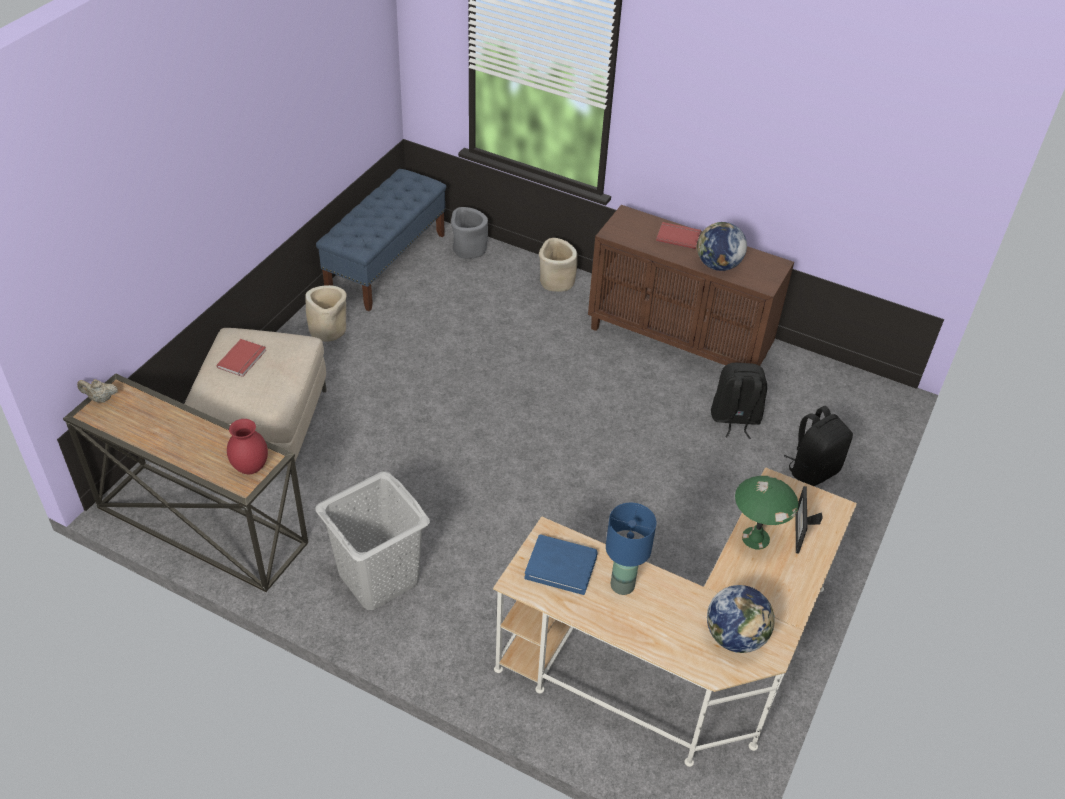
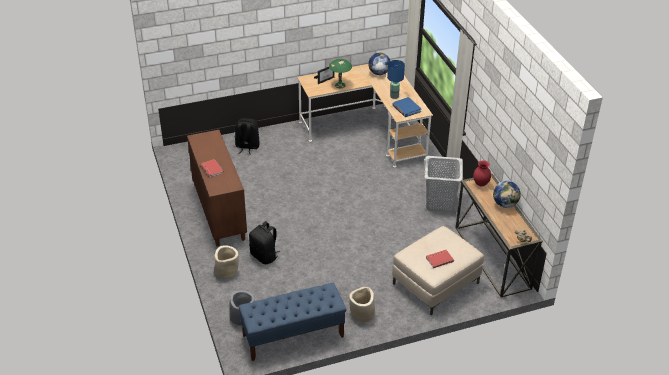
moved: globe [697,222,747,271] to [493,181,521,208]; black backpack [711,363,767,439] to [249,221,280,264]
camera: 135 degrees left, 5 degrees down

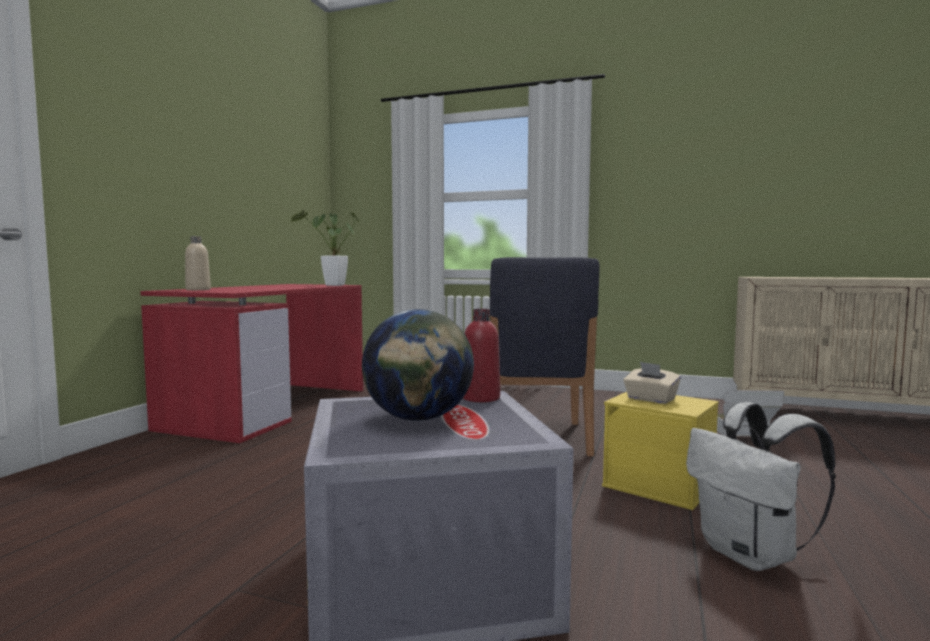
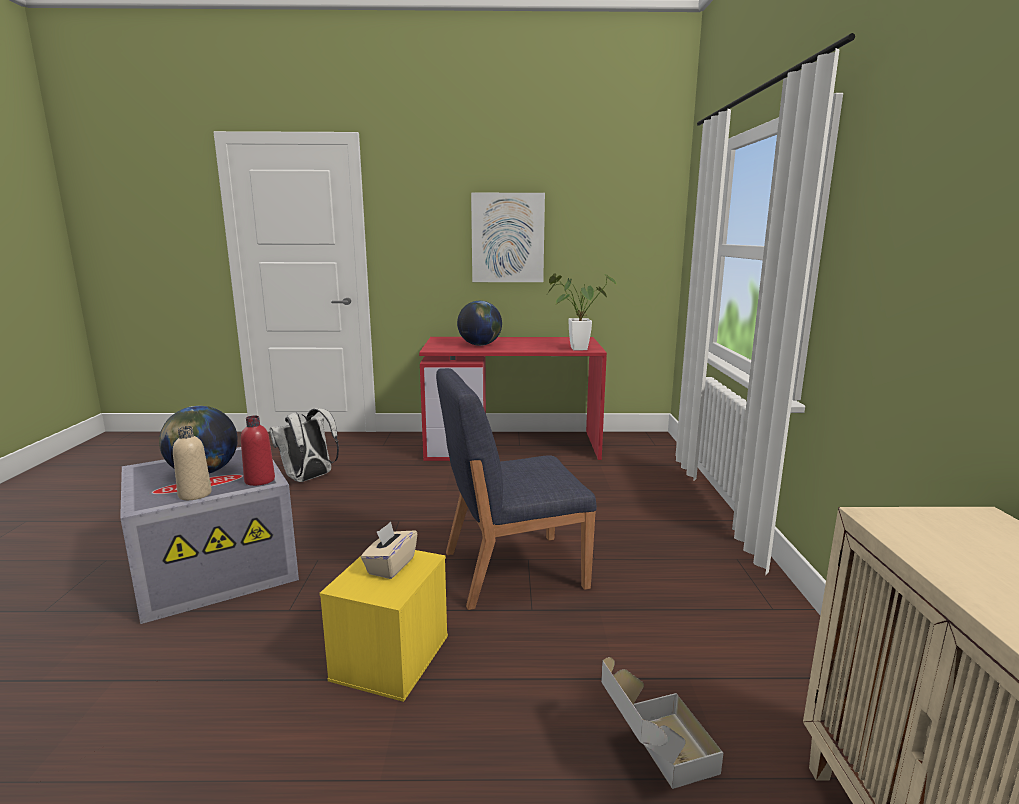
added: globe [457,301,502,346]; picture [471,193,545,282]
moved: beige bottle [185,236,211,290] to [173,426,212,500]; white backpack [686,402,836,571] to [270,408,339,482]
camera: 70 degrees right, 10 degrees up

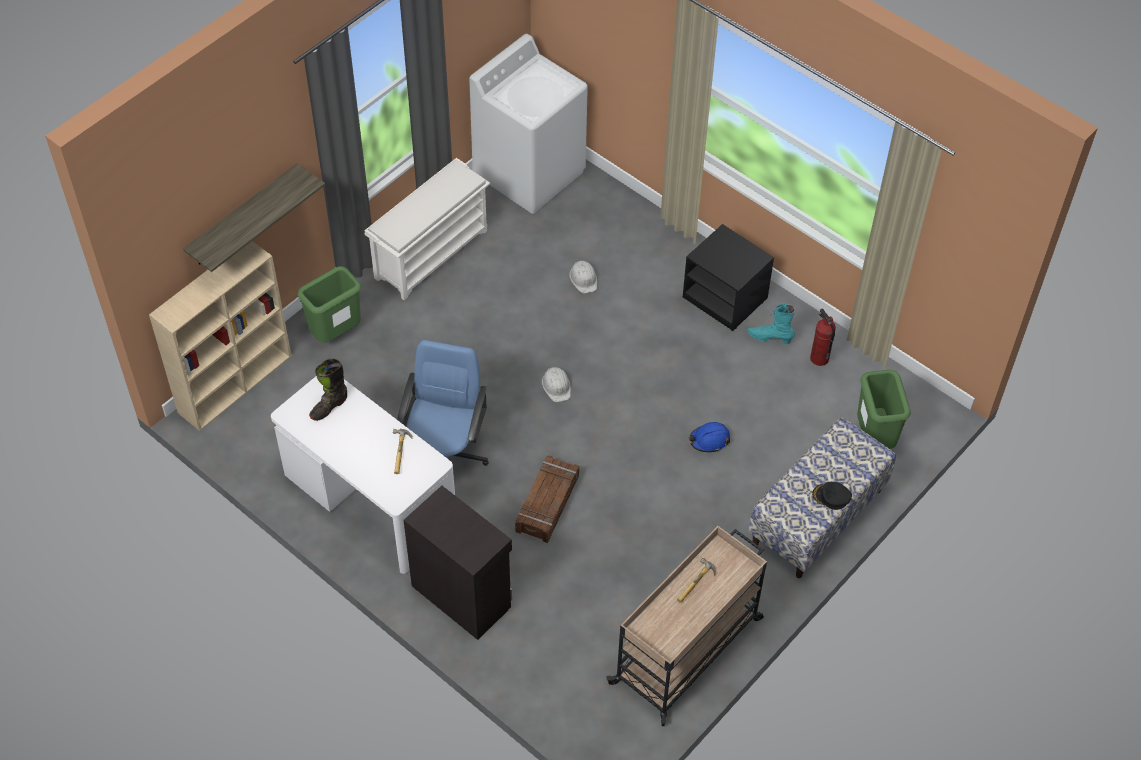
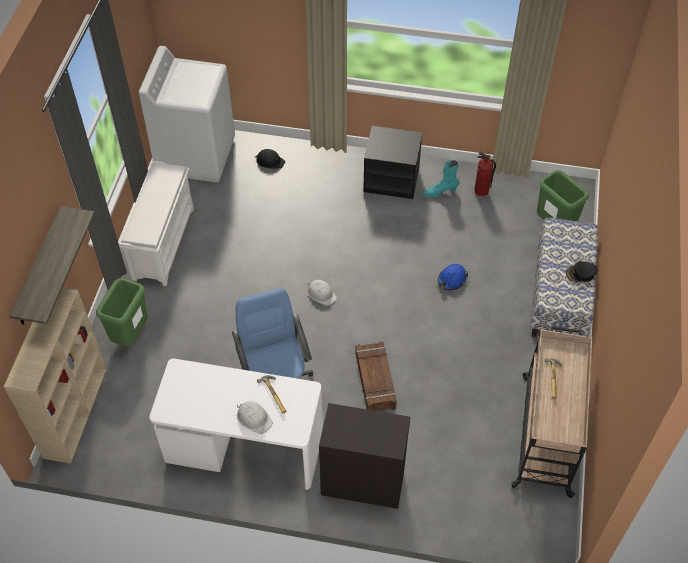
removed: black boot [309,358,347,421]
added: black hard hat [255,149,285,169]
moved: white hard hat [569,261,597,294] to [237,401,273,434]
camera: 30 degrees left, 0 degrees up

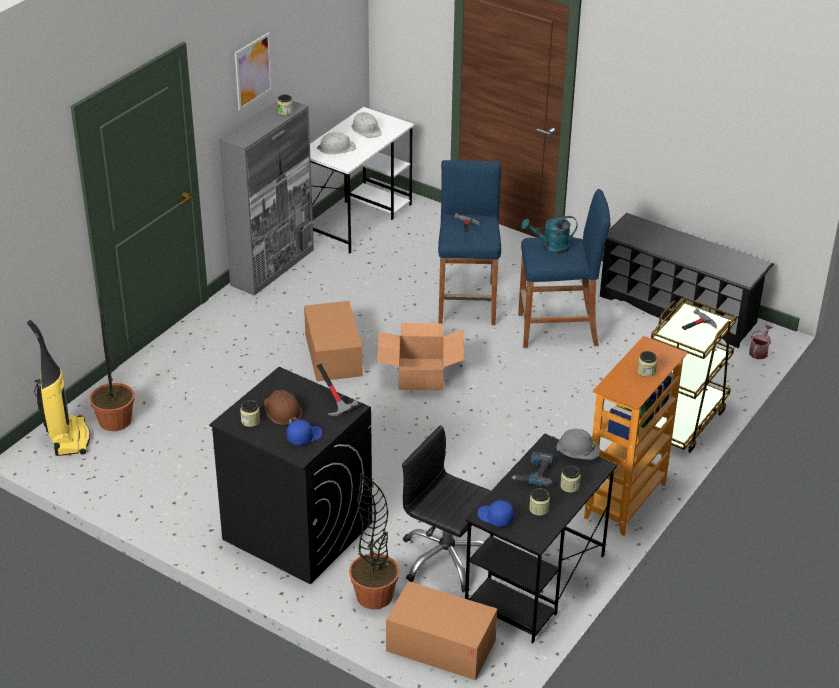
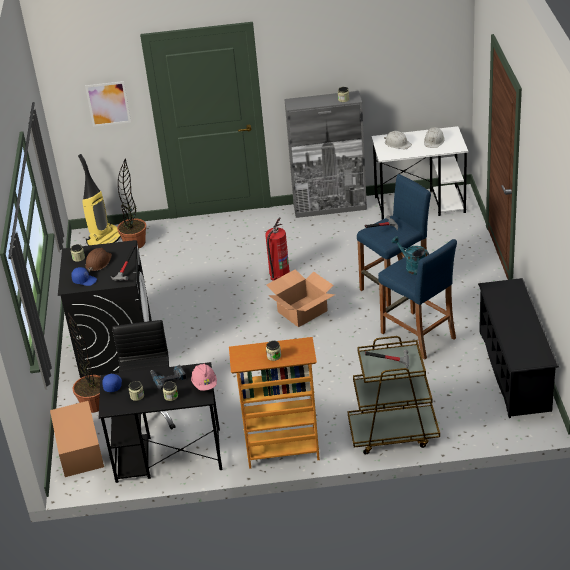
removed: watering can [749,325,773,359]
moved: picture [235,33,272,110] to [85,81,131,127]
replaced: cardboard box [304,301,363,382] to fire extinguisher [265,217,290,281]
recoloured: grey hard hat [556,429,600,460] to pink hard hat [191,364,217,391]
camera: 55 degrees right, 0 degrees up

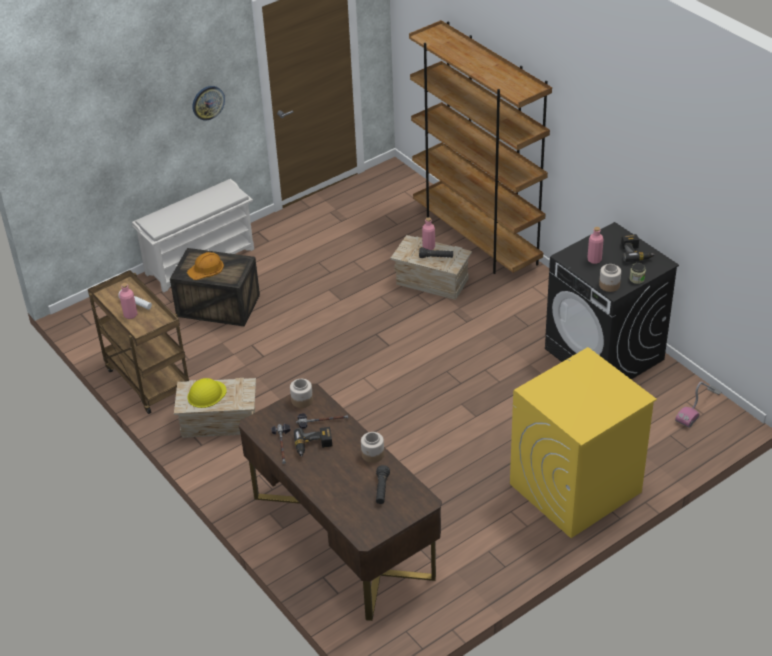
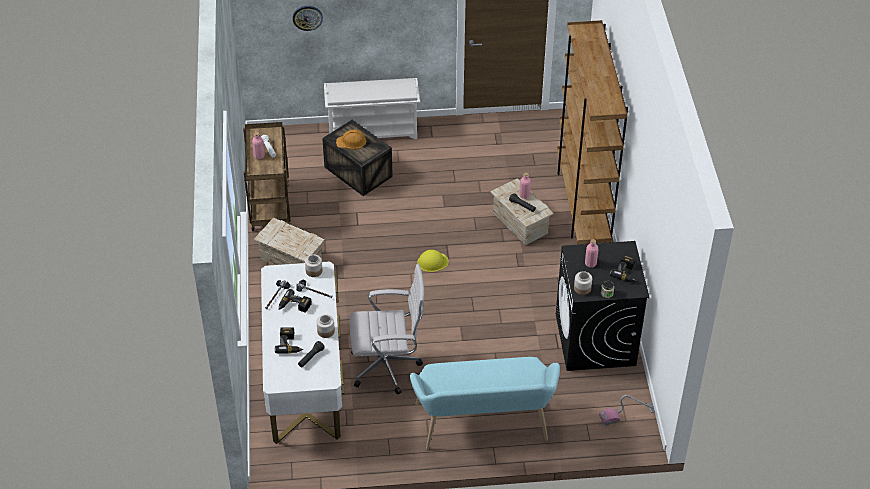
added: power drill [275,327,304,354]; white office chair [350,264,424,395]
moved: yellow hard hat [187,378,227,408] to [417,250,449,272]; wall clock [192,86,225,120] to [293,6,323,31]
replaced: yellow washing machine [510,347,657,538] to turquoise bench [410,357,560,450]
recoloured: brown desk [239,384,442,621] to white desk [261,262,344,444]
camera: 30 degrees right, 5 degrees up

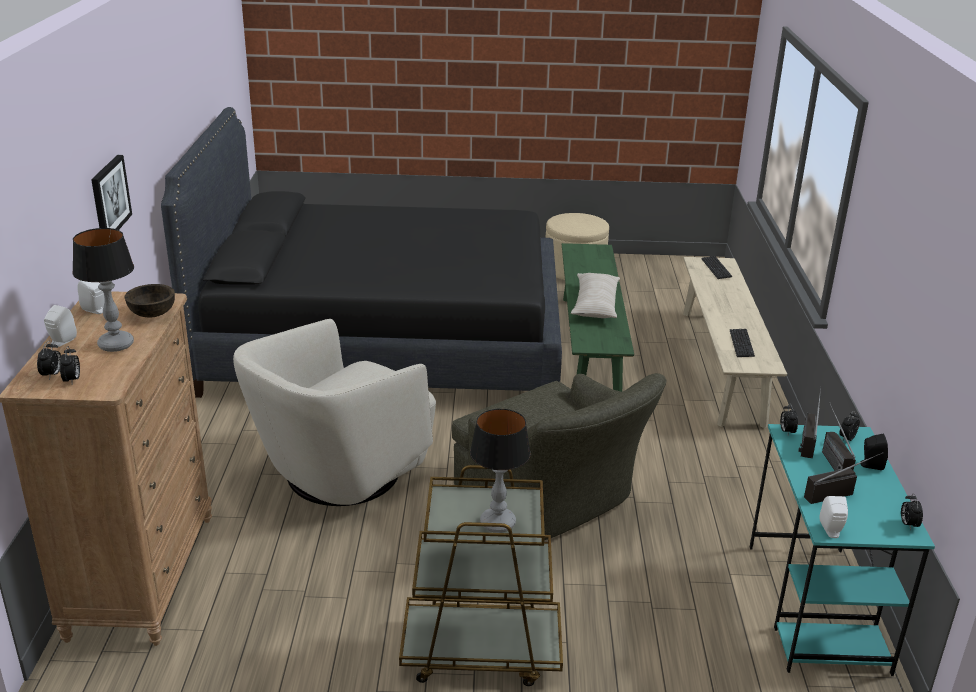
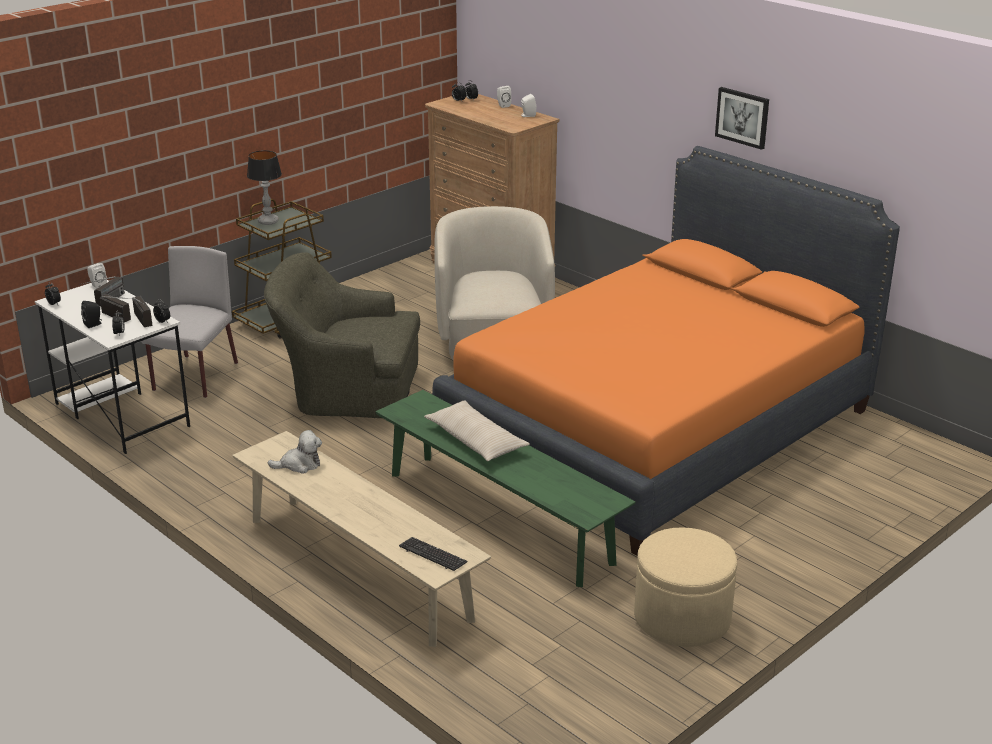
removed: table lamp [72,228,134,352]; brown bowl [125,284,175,318]
added: grey chair [141,246,238,398]
moved: picture [91,155,132,230] to [715,87,769,150]
replaced: keyboard [730,329,755,357] to plush toy [268,430,322,474]
recoloured: black bed [161,107,562,398] to orange bed [432,146,900,556]; turquoise desk [749,424,935,676] to white desk [35,280,190,454]
camera: 135 degrees right, 0 degrees up

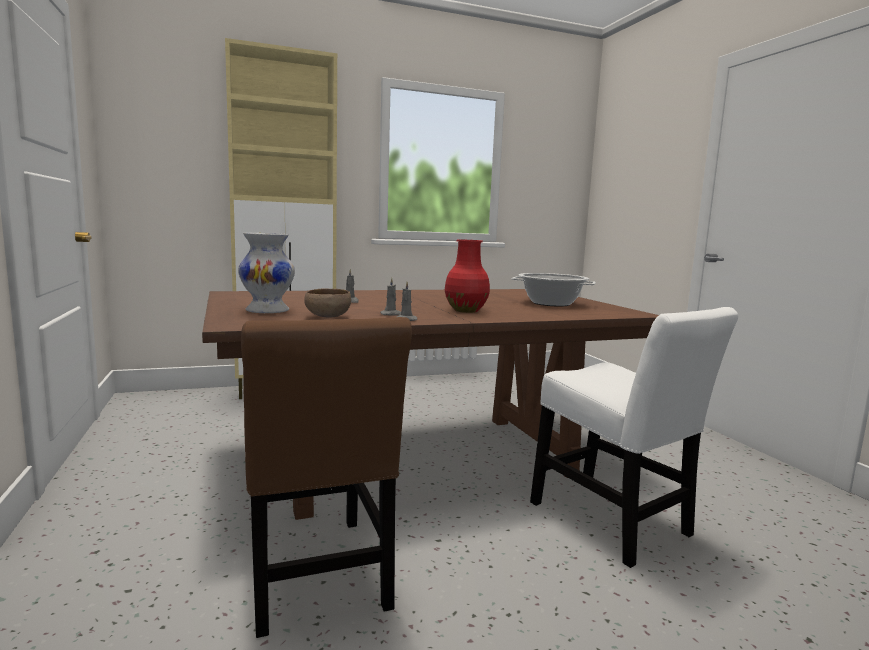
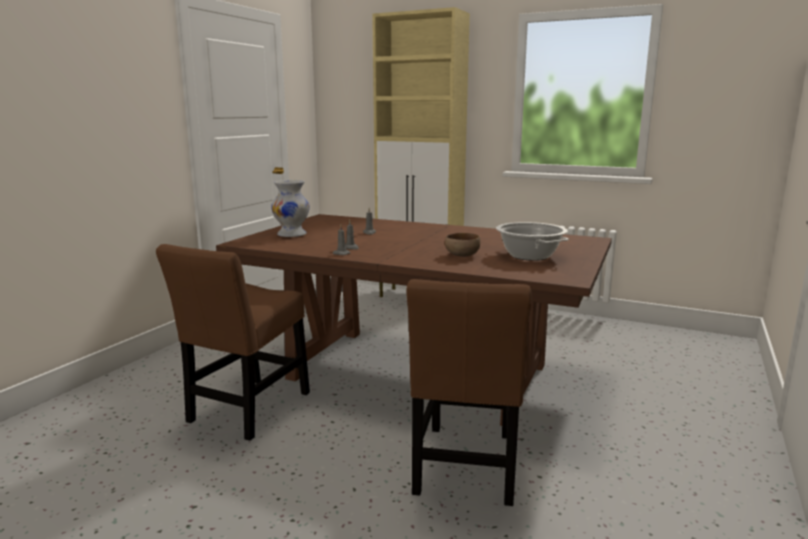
removed: red vase [445,239,490,313]
moved: brown bowl [304,289,351,318] to [445,233,480,257]
recoloured: white chair [530,307,738,568] to brown chair [406,279,532,506]
camera: 45 degrees right, 5 degrees up

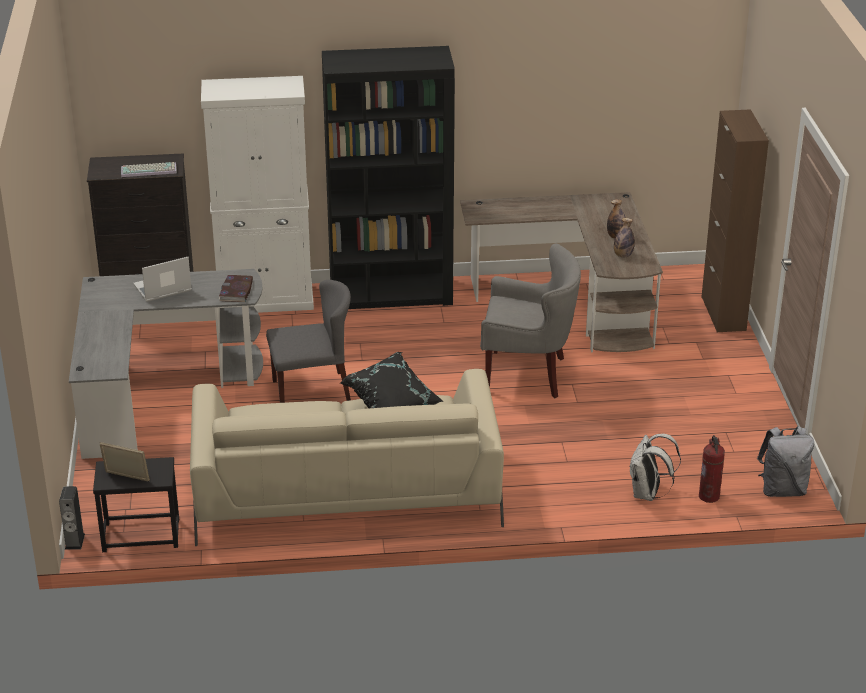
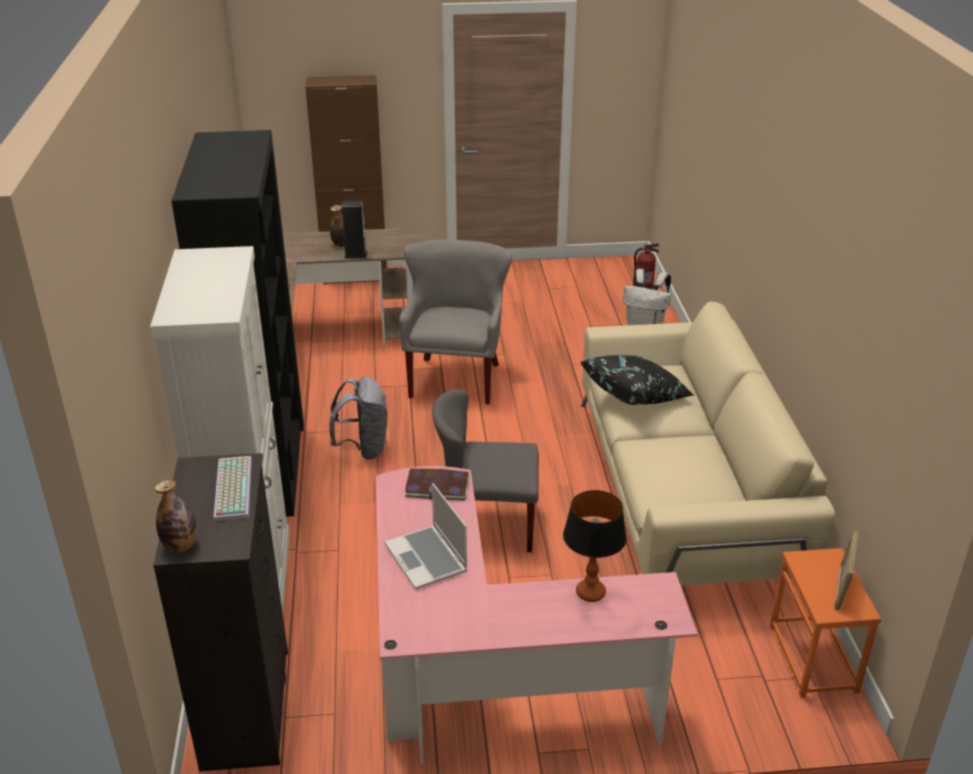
added: table lamp [563,490,627,602]
moved: speaker [59,486,85,550] to [342,201,367,259]; bottle [614,218,635,257] to [155,480,198,552]; grey backpack [757,426,814,497] to [329,376,387,459]
recoloured: grey desk [69,269,263,459] to pink desk [376,466,698,764]; black side table [93,457,179,552] to orange side table [770,548,881,698]
turned: grey chair [266,280,351,403] = [432,389,539,552] 75 degrees counterclockwise
camera: 90 degrees left, 0 degrees up

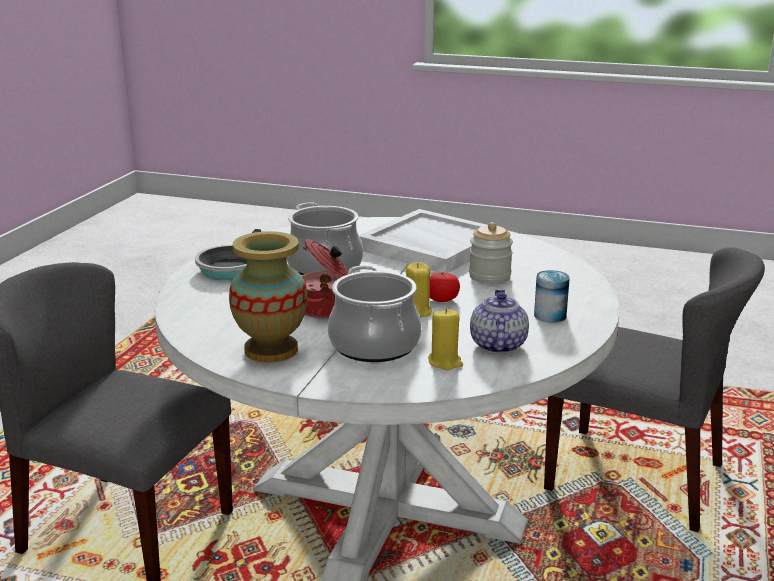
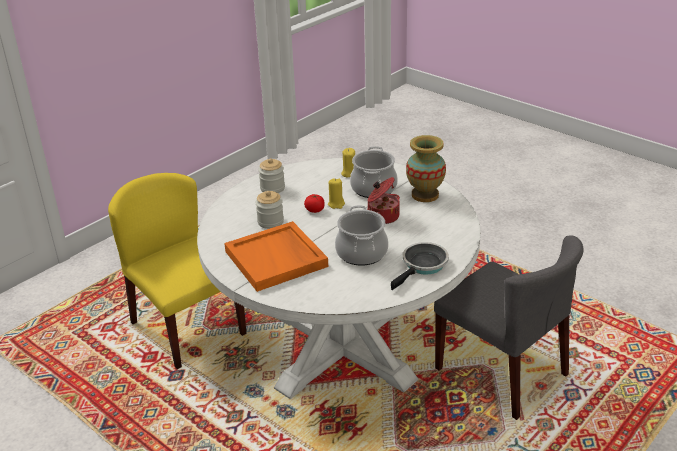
removed: teapot [470,289,529,354]
replaced: can [534,270,570,323] to jar [258,158,285,193]
recoloured: white tray [359,209,487,273] to orange tray [224,221,328,292]; grey chair [544,247,765,532] to yellow chair [108,173,246,369]
camera: 155 degrees left, 10 degrees up

